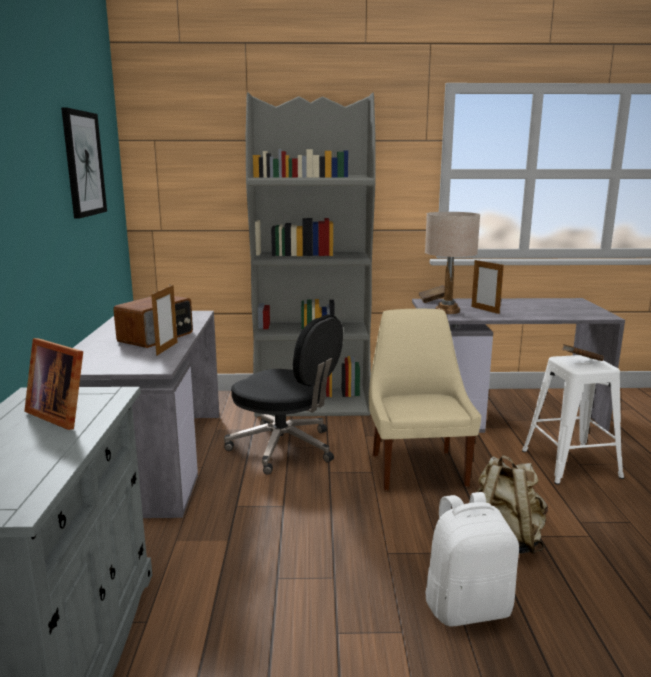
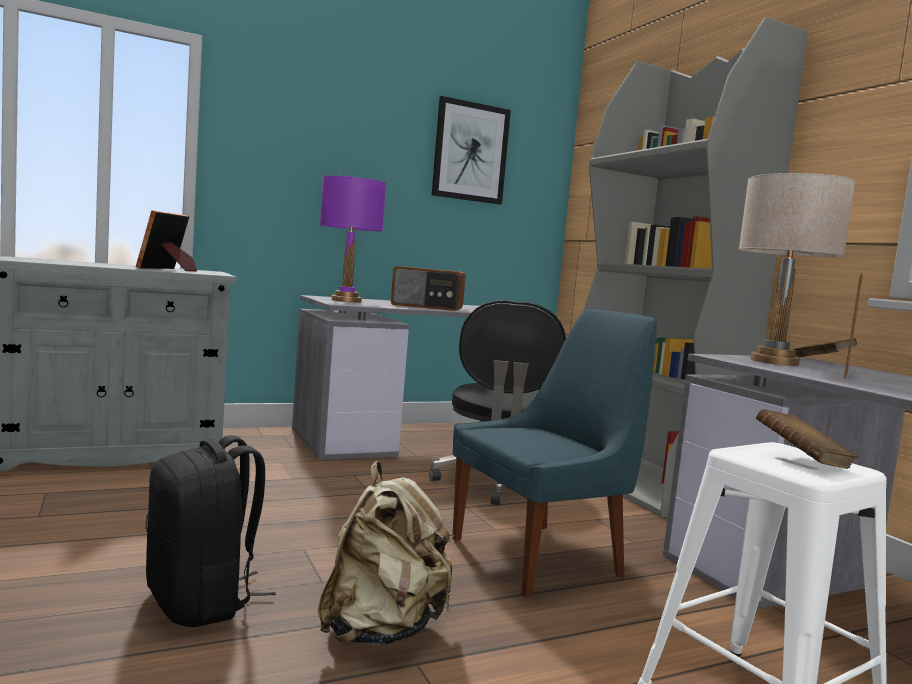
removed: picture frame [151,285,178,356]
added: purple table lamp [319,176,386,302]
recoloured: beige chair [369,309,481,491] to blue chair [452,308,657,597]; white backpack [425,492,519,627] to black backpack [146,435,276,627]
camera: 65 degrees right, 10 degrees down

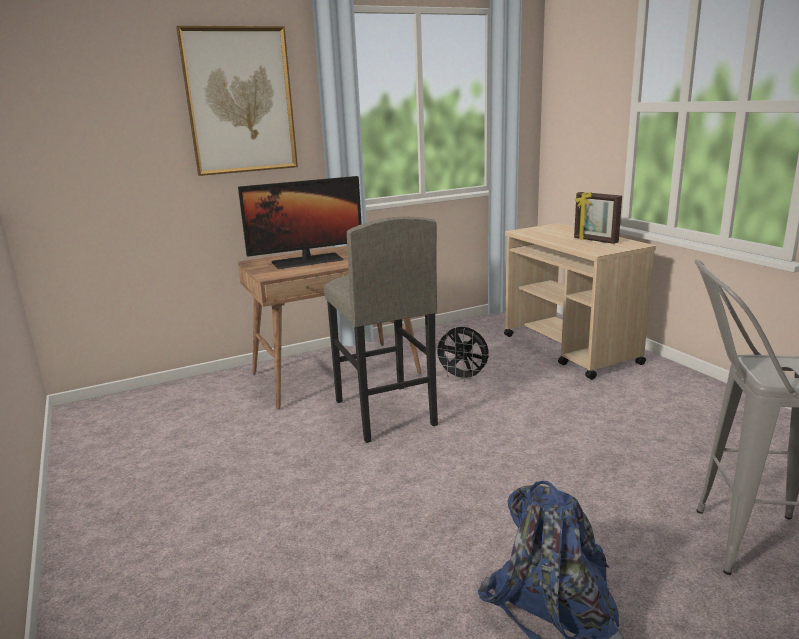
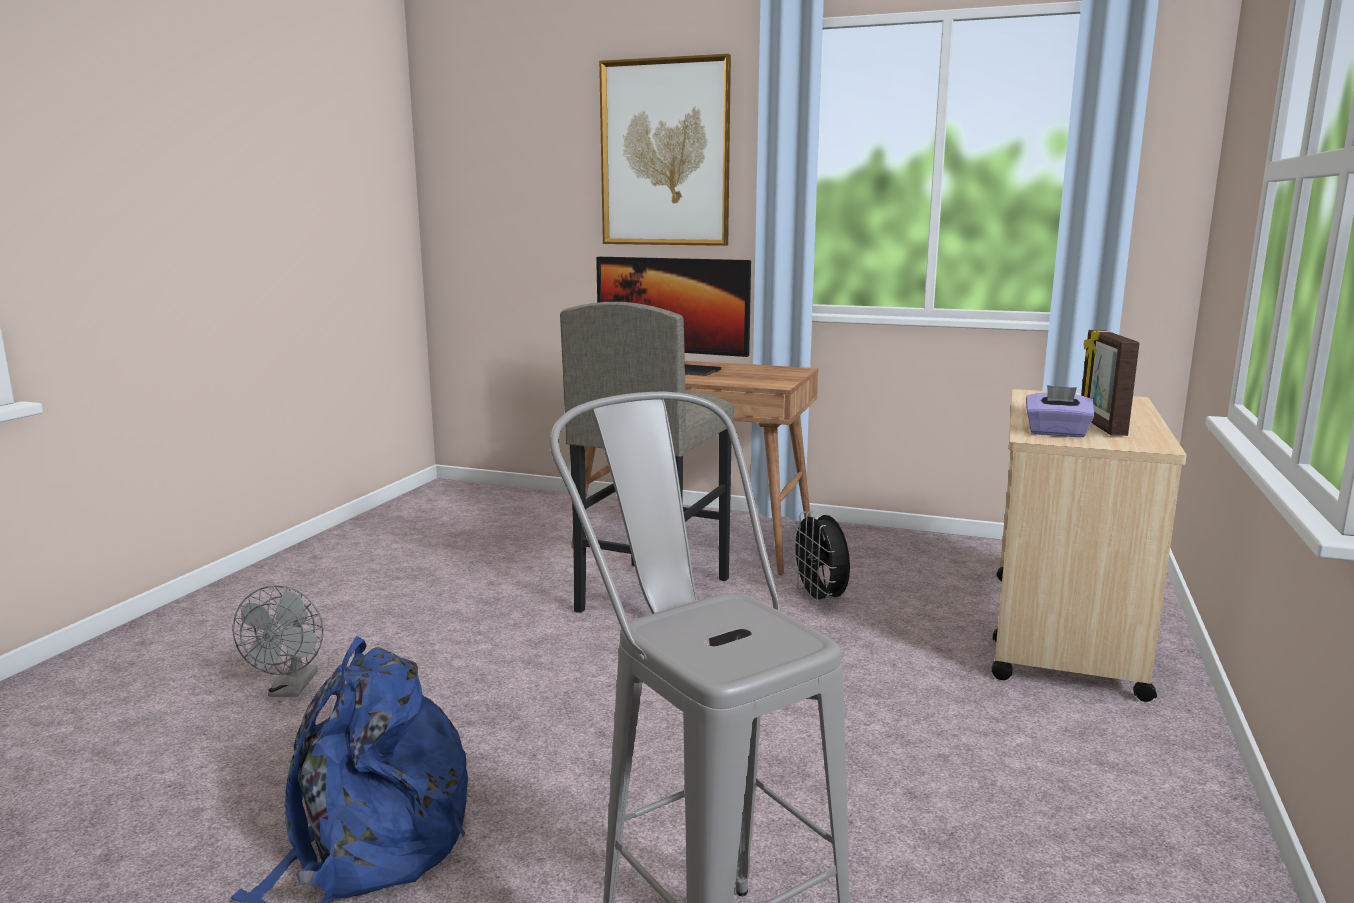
added: grey fan [232,585,324,697]; purple tissue box [1026,385,1095,437]
camera: 45 degrees right, 5 degrees down

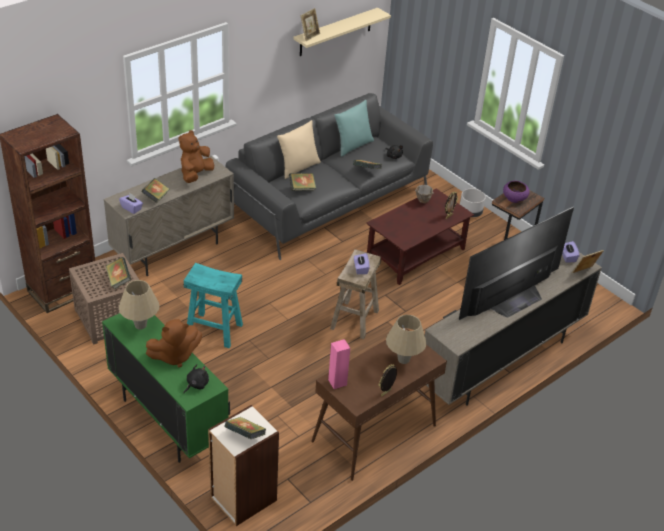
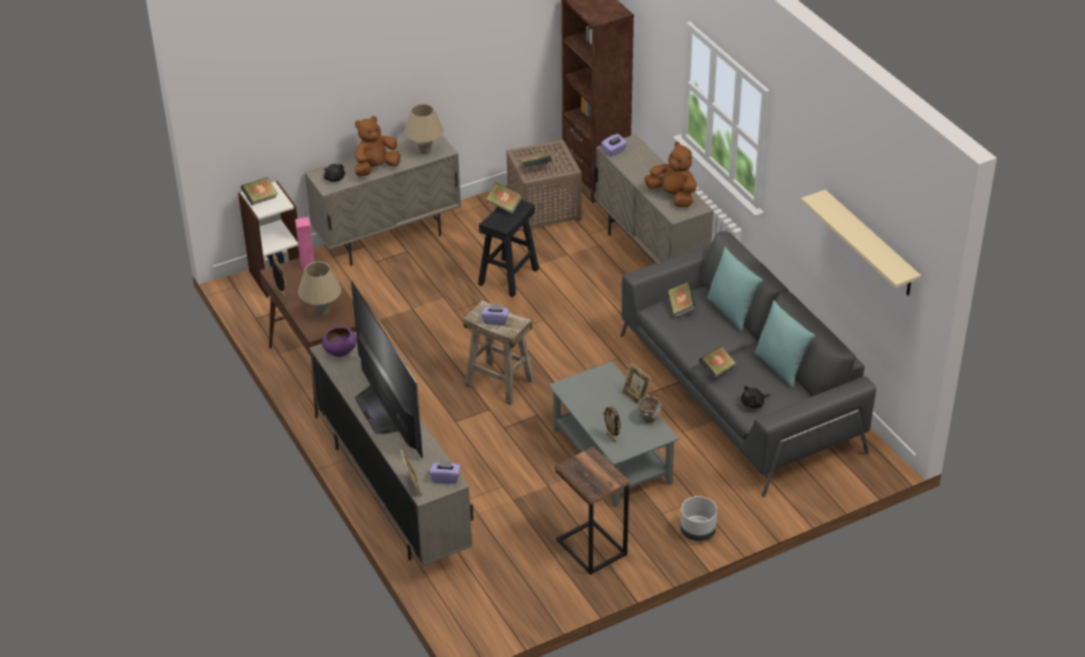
moved: book [141,178,169,203] to [486,182,523,214]; picture frame [301,8,320,41] to [621,363,652,406]; purple bowl [503,181,529,203] to [322,327,357,357]
recoloured: green cabinet [102,313,230,463] to beige cabinet [305,135,461,266]; turquoise stool [184,263,243,348] to black stool [478,200,539,297]; beige pillow [277,120,321,179] to turquoise pillow [707,247,763,332]; brown coffee table [366,188,474,285] to grey coffee table [549,361,679,507]
turned: brown plush toy [146,319,202,368] = [355,116,400,176] 60 degrees clockwise
camera: 105 degrees right, 0 degrees up

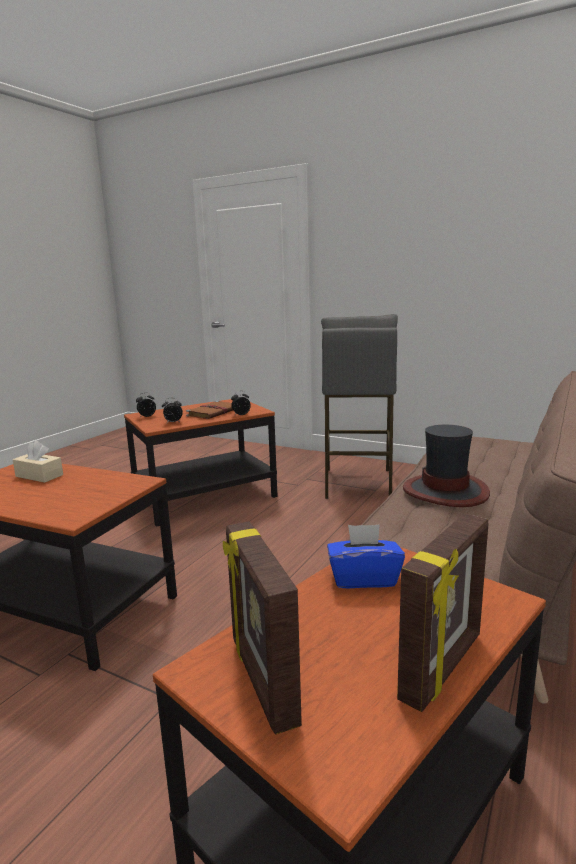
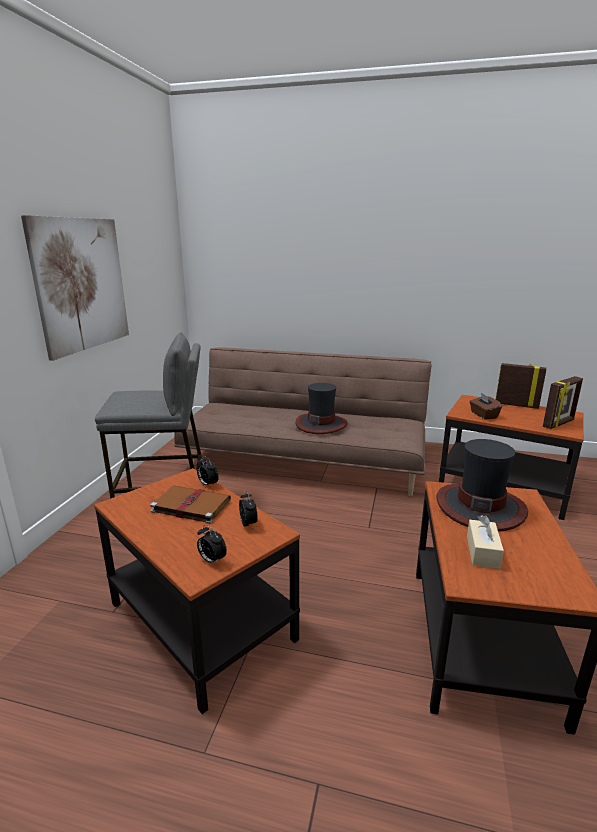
added: picture [21,215,129,361]; hat [436,439,528,532]
recoloured: blue tissue box [327,525,405,588] to brown tissue box [470,393,502,420]
camera: 105 degrees left, 5 degrees up

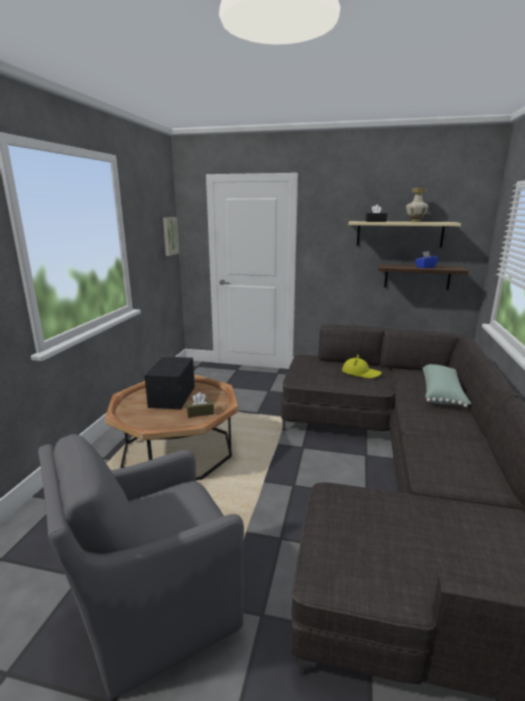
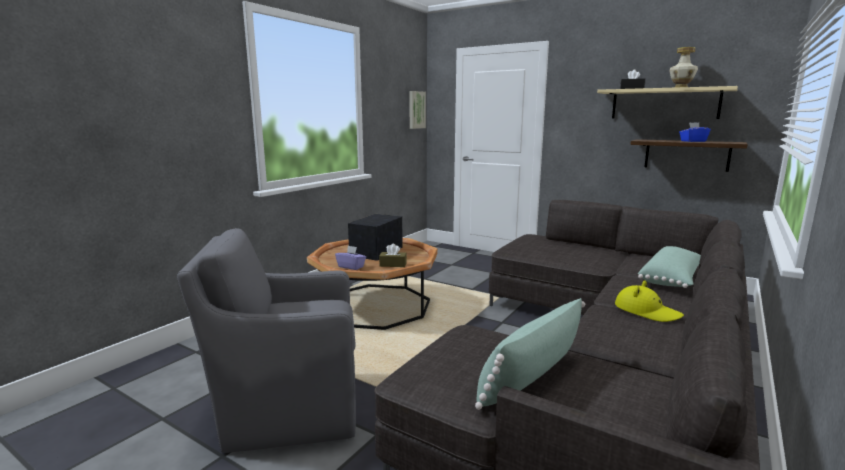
added: purple tissue box [335,246,366,270]; green pillow [475,298,585,410]
moved: yellow hat [342,354,382,378] to [615,280,684,322]
camera: 20 degrees right, 5 degrees down

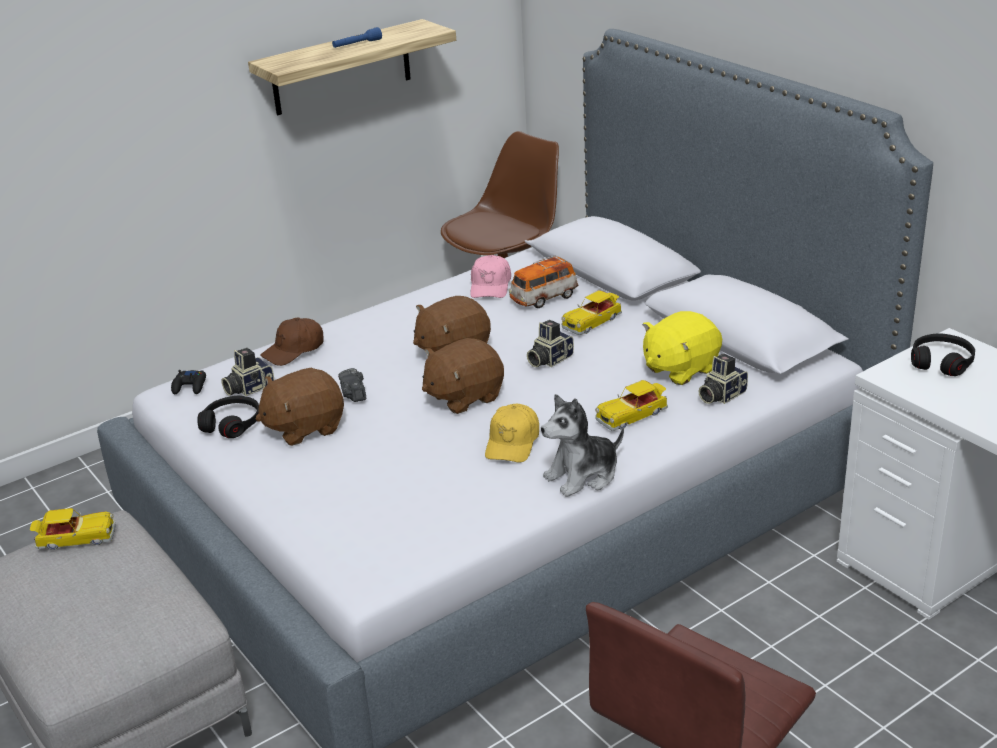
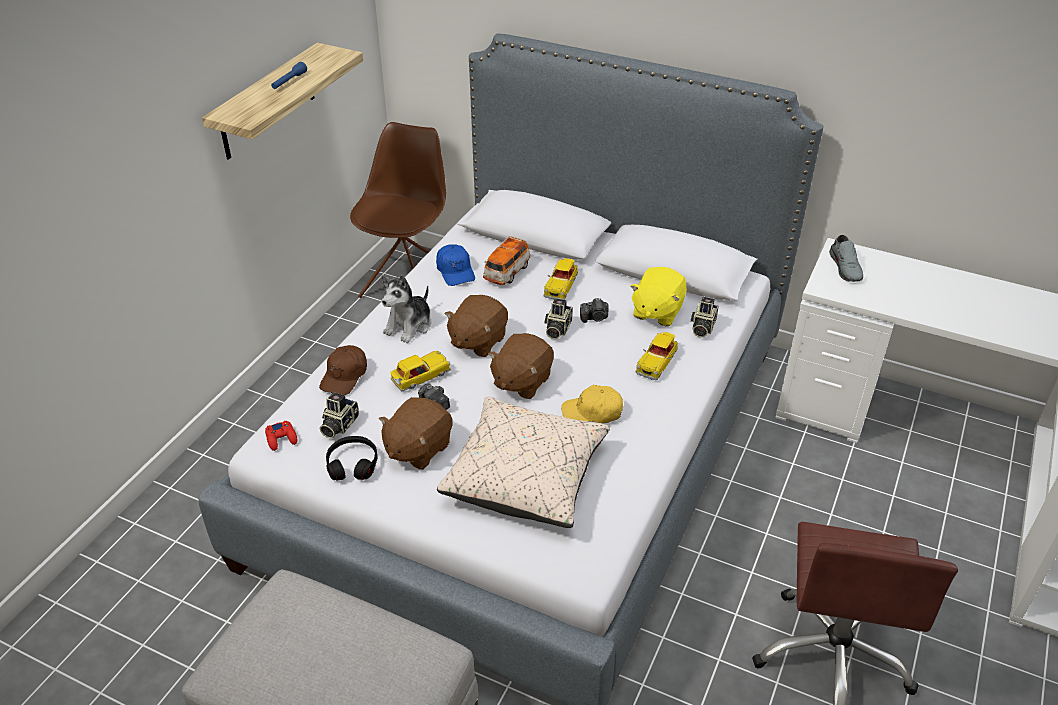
added: beige pillow [437,397,610,528]; photo camera [580,298,609,323]
moved: toy car [30,508,116,550] to [390,351,451,391]; plush toy [541,394,624,497] to [382,275,431,343]
replaced: black headphones [911,333,975,376] to grey shoe [829,235,863,282]
recoloured: black game controller [171,370,206,394] to red game controller [265,421,297,451]; pink cap [470,255,511,298] to blue cap [436,244,475,286]
turned: yellow cap [485,404,539,463] = [561,385,623,423] 105 degrees clockwise
camera: 30 degrees left, 10 degrees up

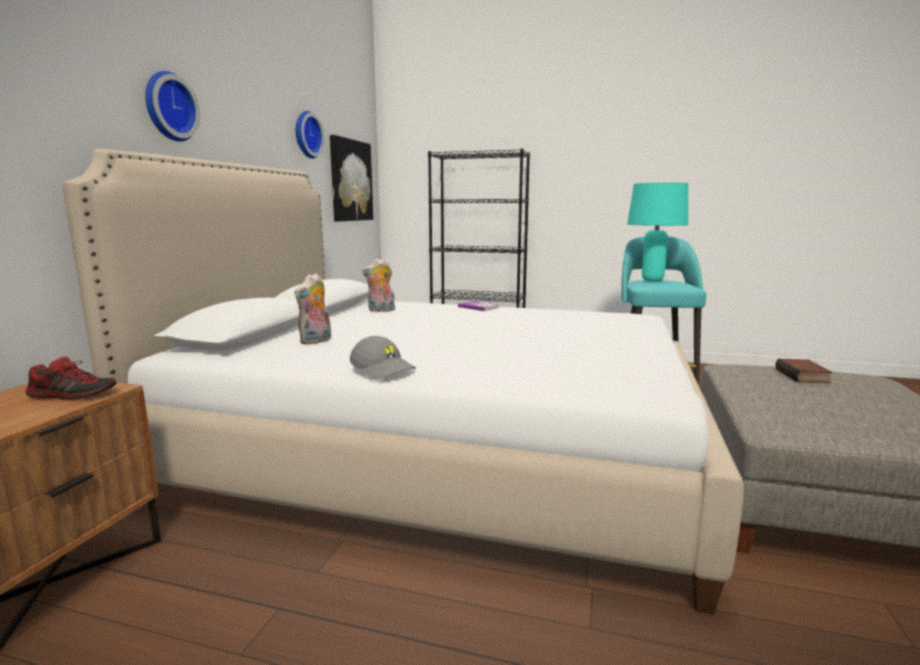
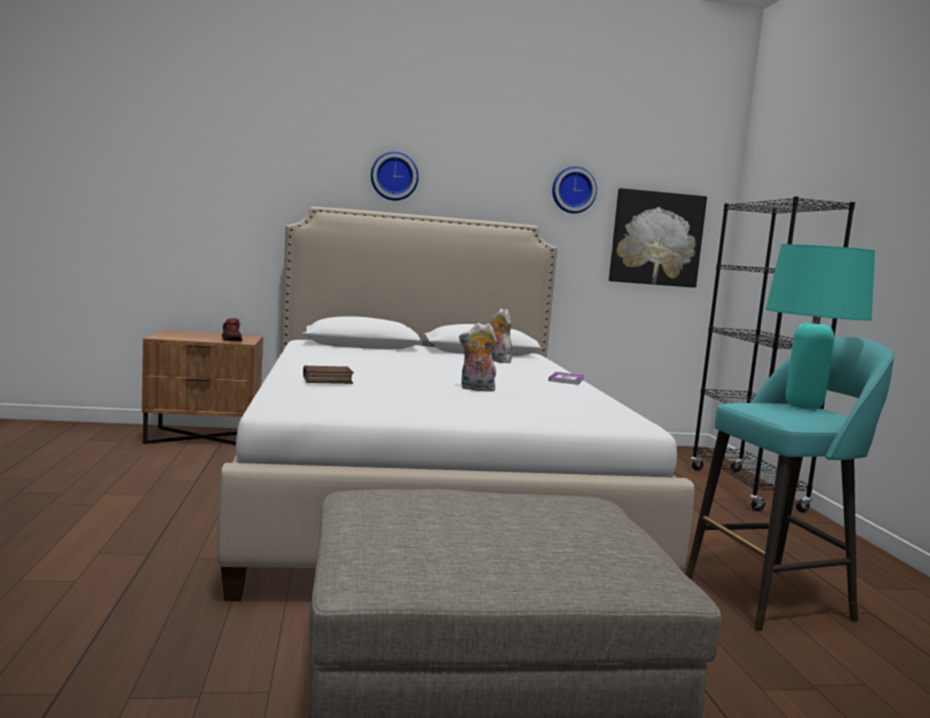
removed: grey cap [350,336,416,380]
moved: plush toy [294,273,331,345] to [459,323,497,392]; book [775,359,832,383] to [303,366,354,384]
camera: 65 degrees right, 5 degrees down

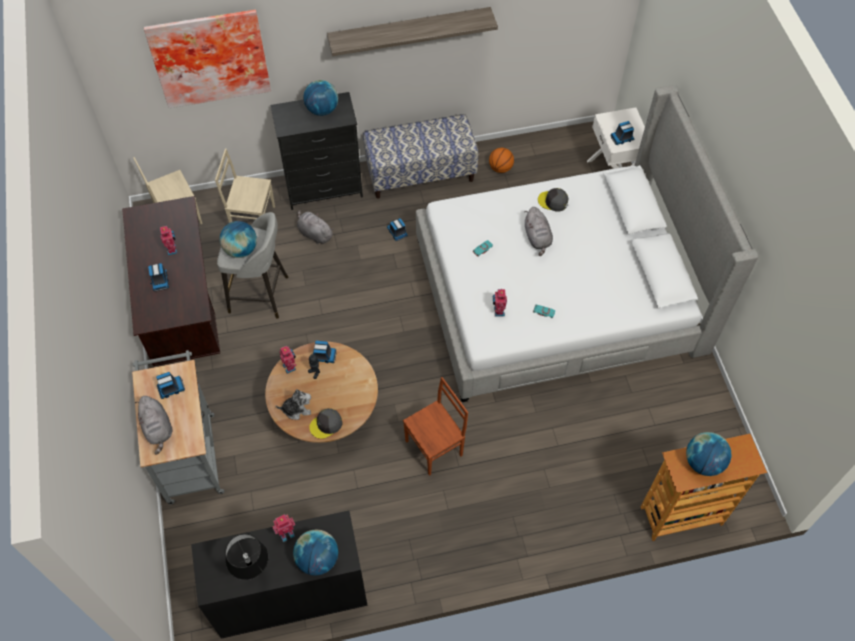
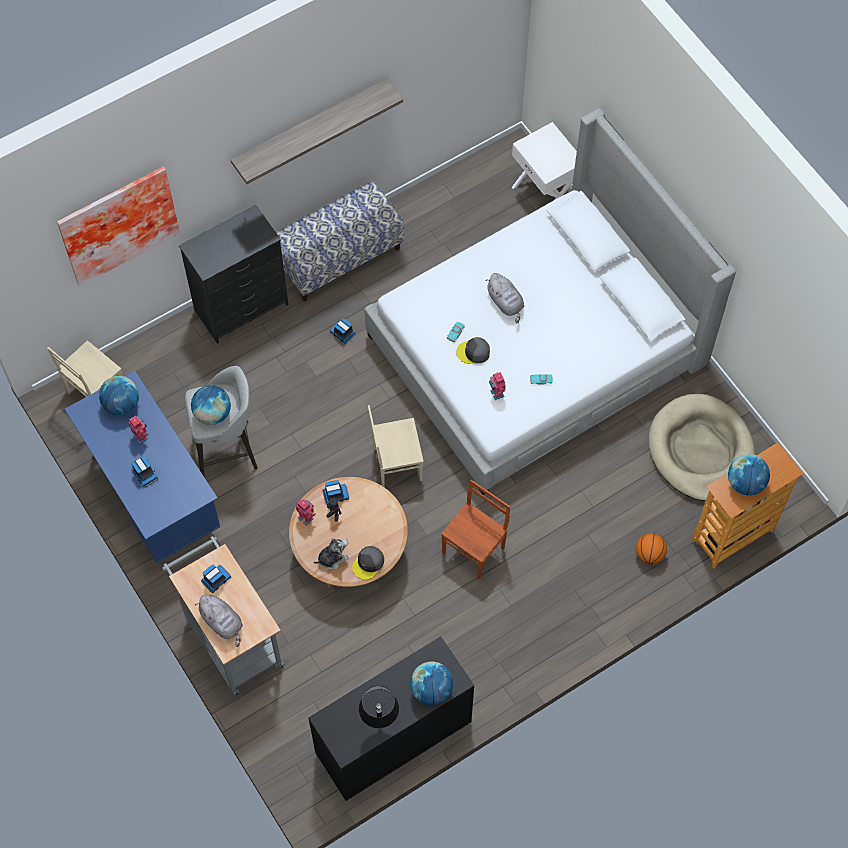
removed: toy robot [272,514,295,542]; grey plush toy [297,210,334,244]; toy truck [610,121,635,145]
added: beige dog bed [649,394,755,501]
moved: beige chair [215,148,275,223] to [368,405,424,488]; globe [303,80,338,116] to [99,376,139,415]; basketball [489,148,514,173] to [636,533,667,565]; grey cap [538,188,569,211] to [456,337,490,364]
recoloured: brown desk [122,196,220,366] to blue desk [65,371,220,563]
camera: 20 degrees left, 5 degrees up

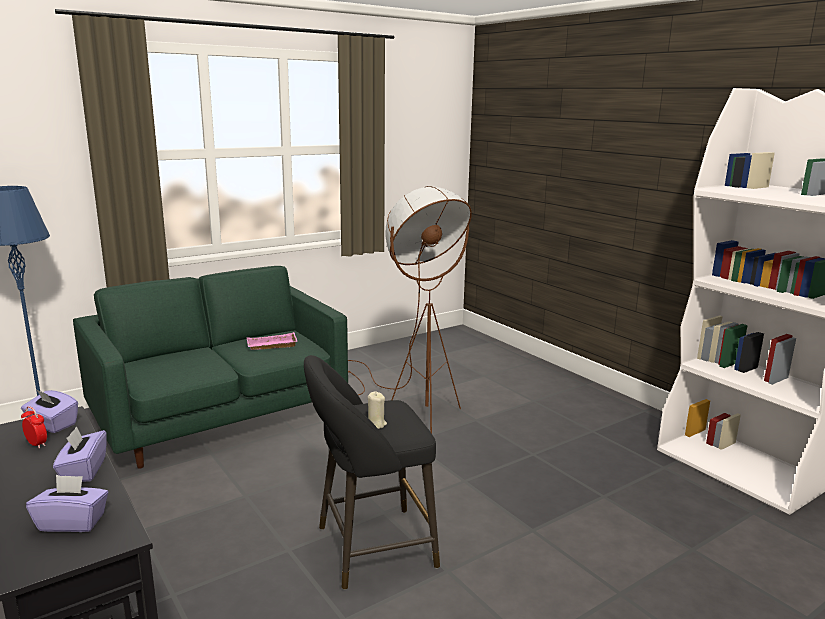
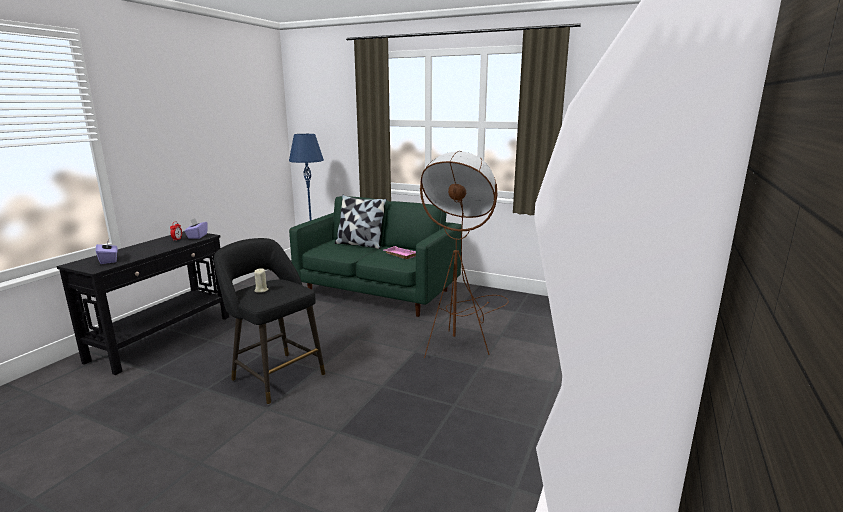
removed: purple tissue box [53,426,106,482]
added: pillow [335,195,387,249]
camera: 60 degrees right, 0 degrees up

